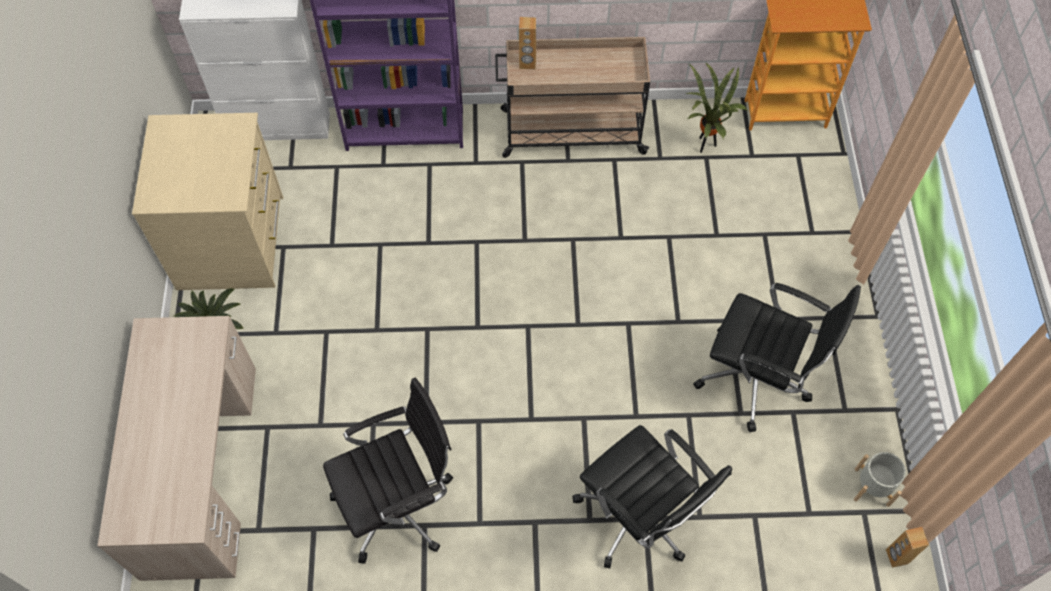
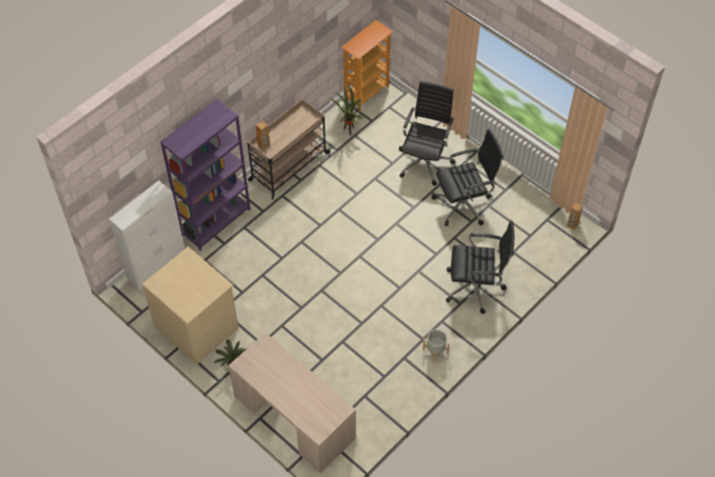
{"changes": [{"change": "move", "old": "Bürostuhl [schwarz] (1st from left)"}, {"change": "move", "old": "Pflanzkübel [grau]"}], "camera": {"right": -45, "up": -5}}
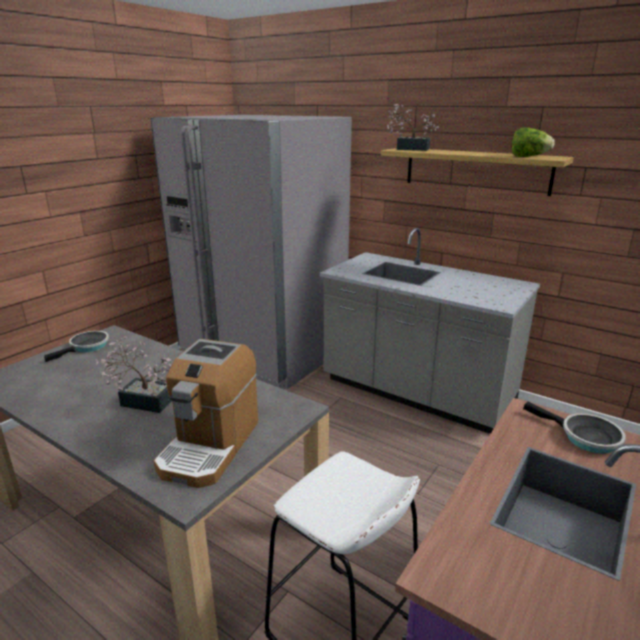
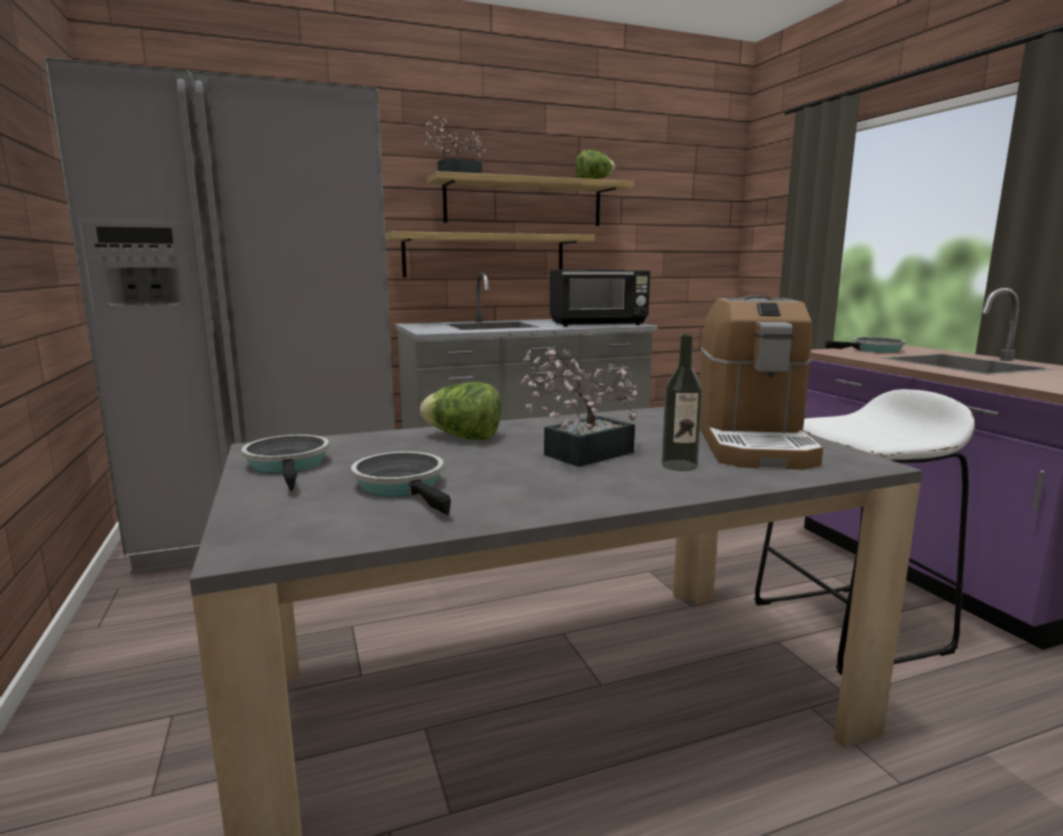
{"changes": [{"change": "rotate", "old": "Kaffeemaschine", "degrees": 45}, {"change": "insert", "new": "Wandregal (1st from left)"}, {"change": "insert", "new": "Mikrowelle [schwarz]"}, {"change": "insert", "new": "Flasche"}, {"change": "insert", "new": "Salatkopf (1st from left)"}, {"change": "insert", "new": "Pfanne (2nd from left)"}], "camera": {"right": -55, "up": -10}}
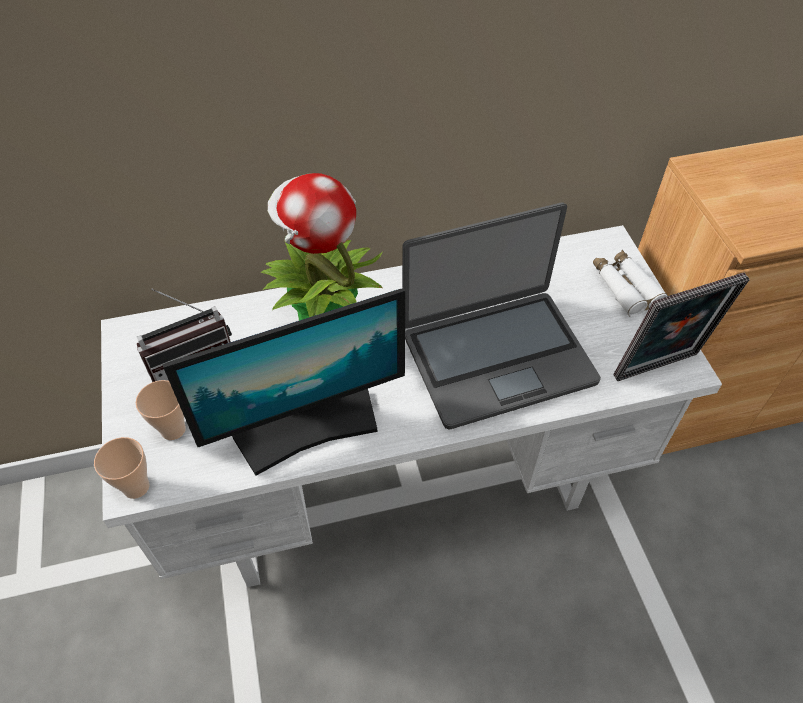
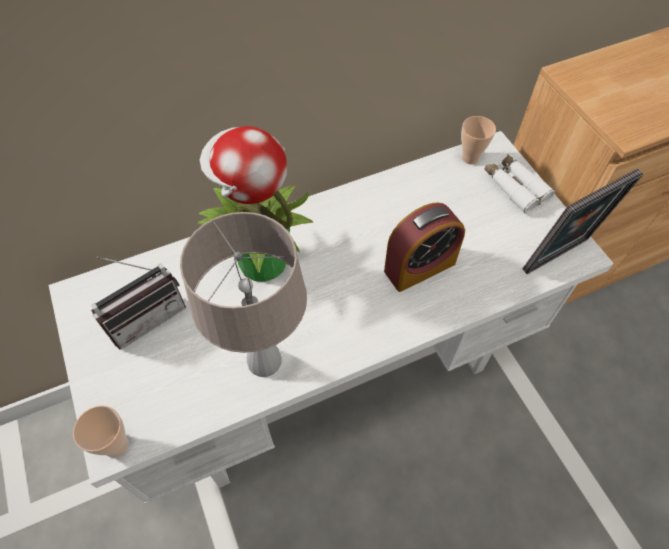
{"changes": [{"change": "replace", "old": "Laptop", "new": "Wecker"}, {"change": "replace", "old": "Monitor", "new": "Tischlampe [beige]"}, {"change": "move", "old": "Tasse (2nd from left)"}], "camera": {"right": -10, "up": 5}}
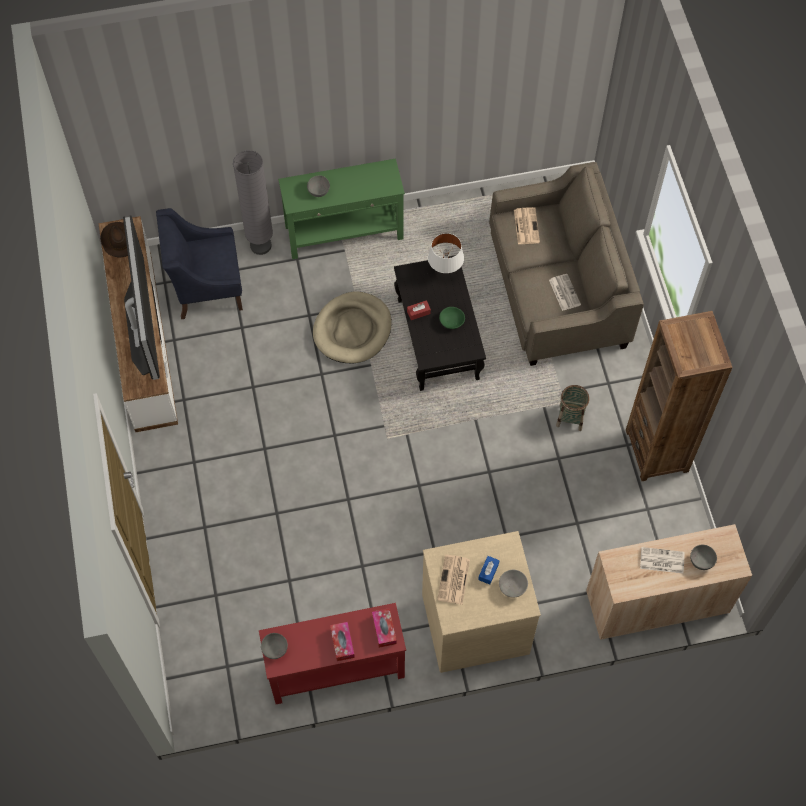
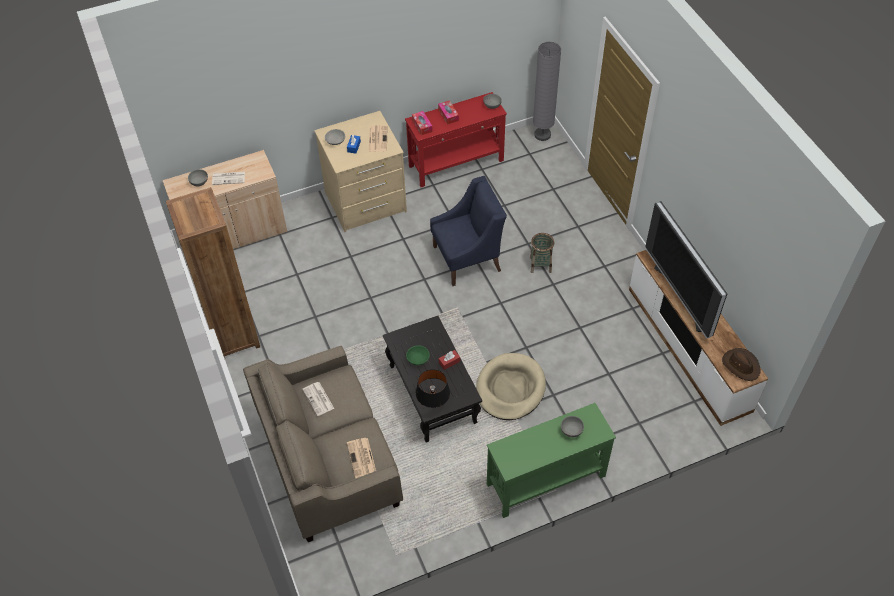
{"changes": [{"change": "move", "old": "Stehlampe [grau]"}, {"change": "move", "old": "Sessel [blau]"}, {"change": "recolor", "old": "Tischlampe [weiß]", "new": "Tischlampe [schwarz]"}, {"change": "move", "old": "Korb"}], "camera": {"right": 170, "up": -10}}
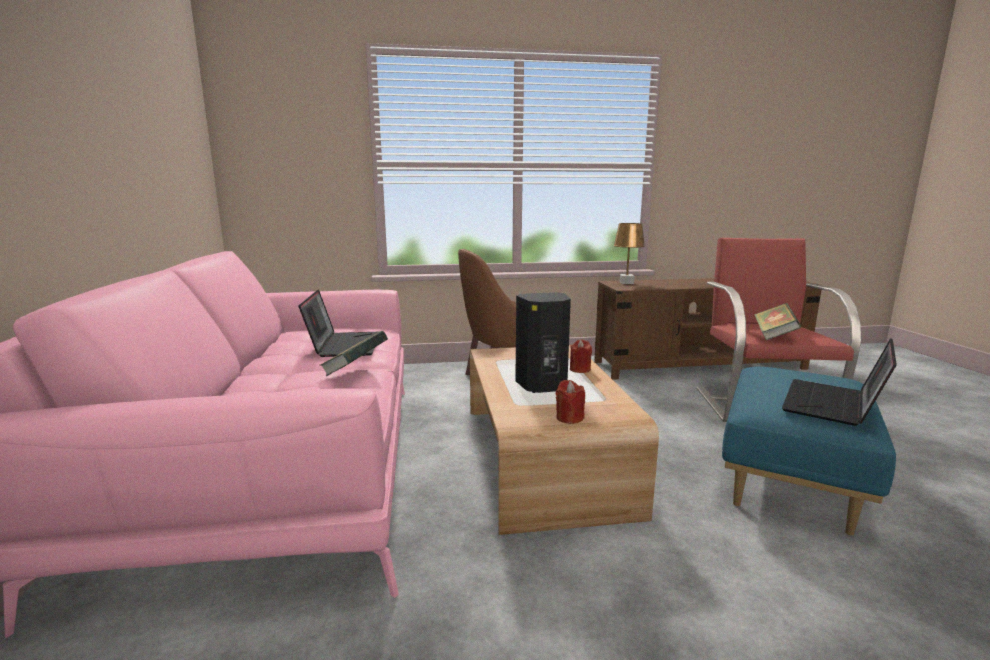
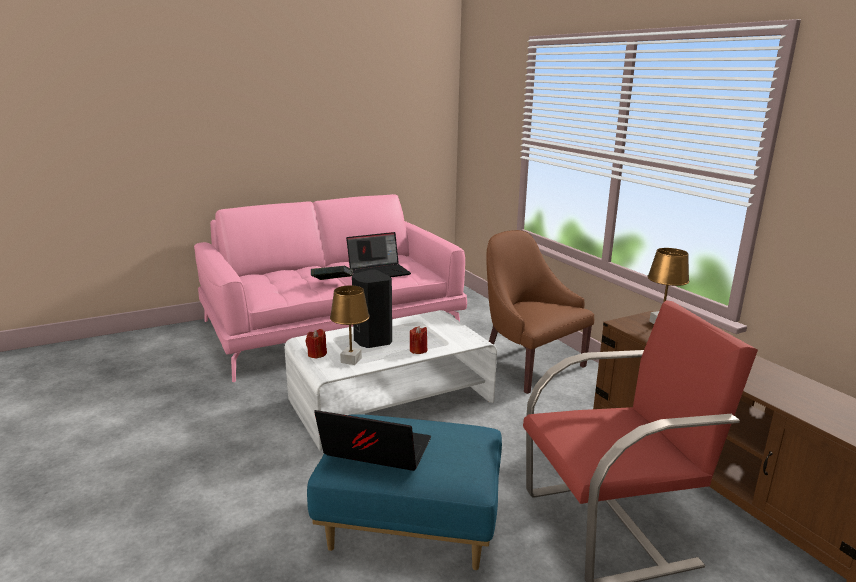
{"changes": [{"change": "delete", "old": "Buch (2nd from left)"}, {"change": "recolor", "old": "Couchtisch [braun]", "new": "Couchtisch [weiß]"}, {"change": "insert", "new": "Tischlampe [braun] (1st from left)"}], "camera": {"right": 70, "up": 5}}
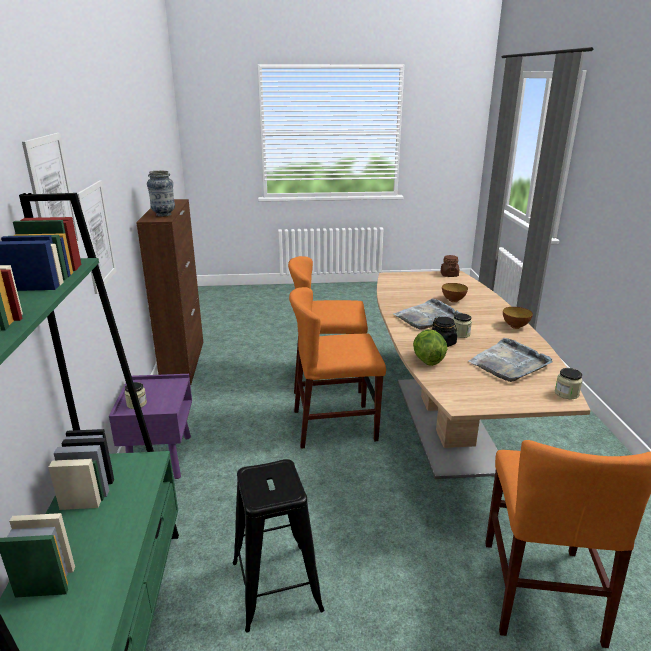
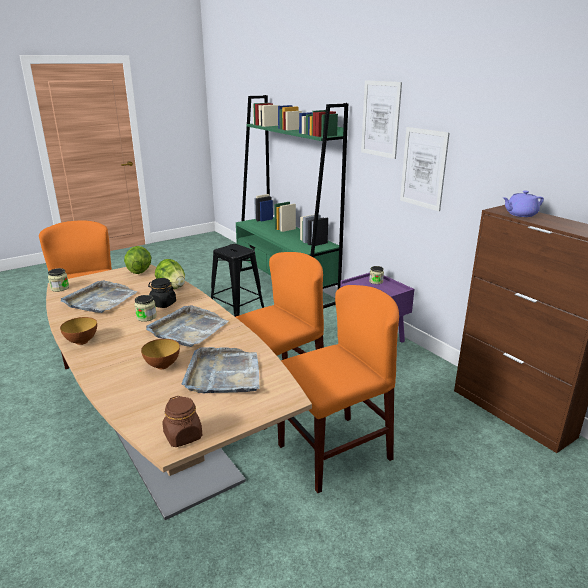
{"changes": [{"change": "replace", "old": "Vase", "new": "Teekanne [lila]"}, {"change": "insert", "new": "Salatkopf (1st from left)"}, {"change": "insert", "new": "Tablett [grau] (3rd from left)"}], "camera": {"right": 150, "up": 0}}
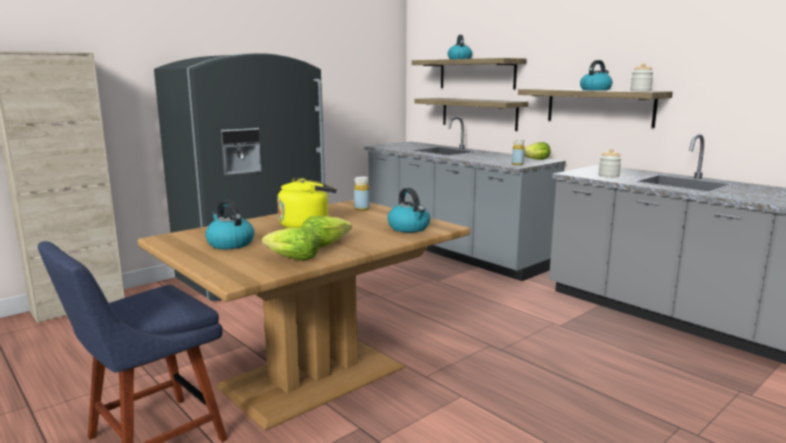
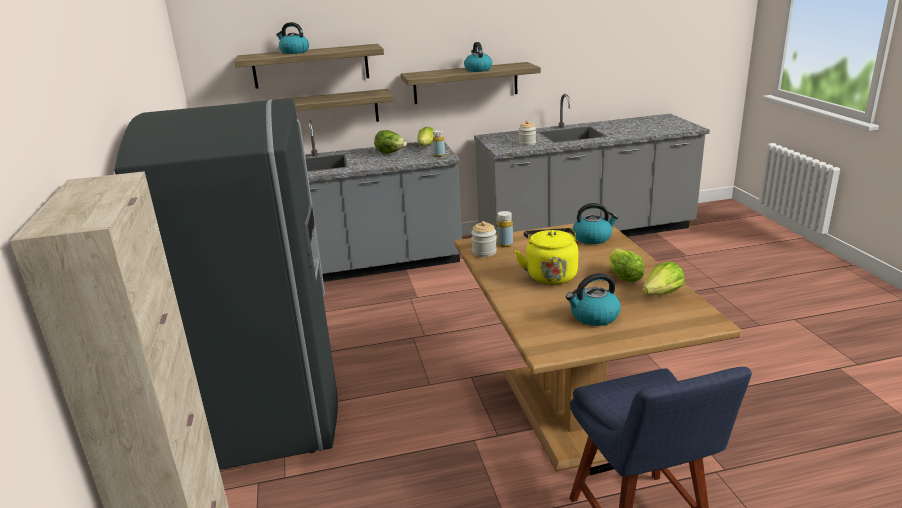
{"changes": [{"change": "move", "old": "Vorratsglas (2nd from left in the first image)", "new": "Vorratsglas (1st from left)"}, {"change": "insert", "new": "Salatkopf (1st from left)"}], "camera": {"right": -60, "up": 10}}
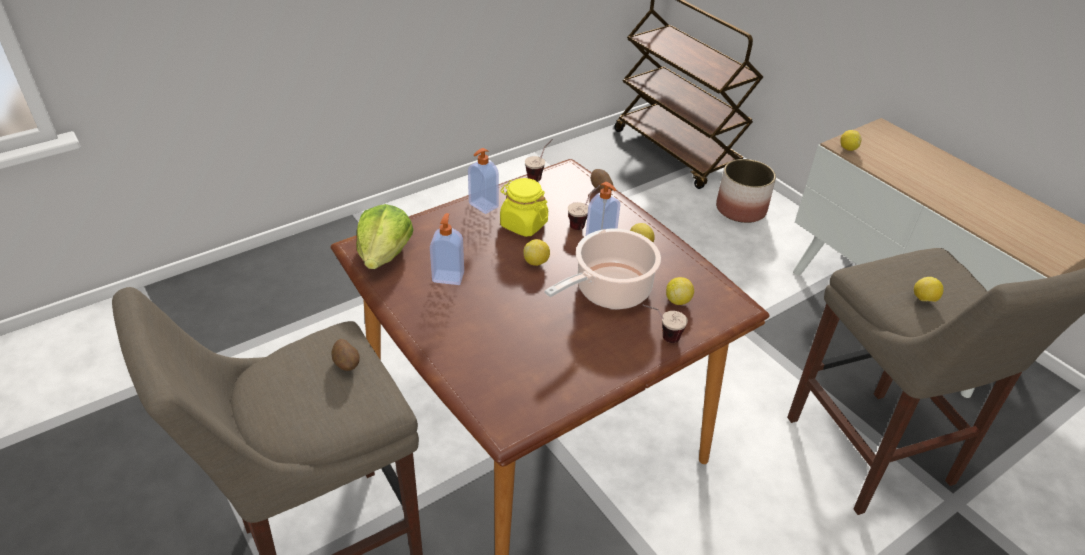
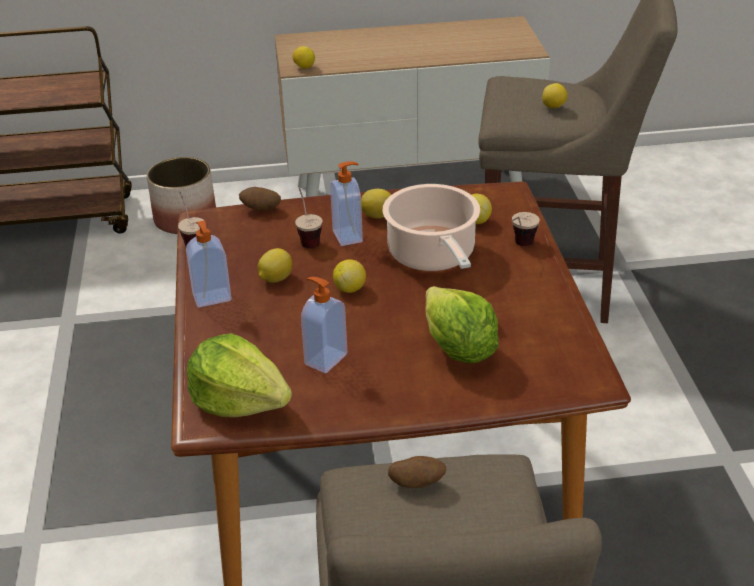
{"changes": [{"change": "replace", "old": "Vorratsglas [gelb]", "new": "Zitrone (1st from left)"}, {"change": "insert", "new": "Salatkopf (2nd from left)"}], "camera": {"right": -60, "up": -5}}
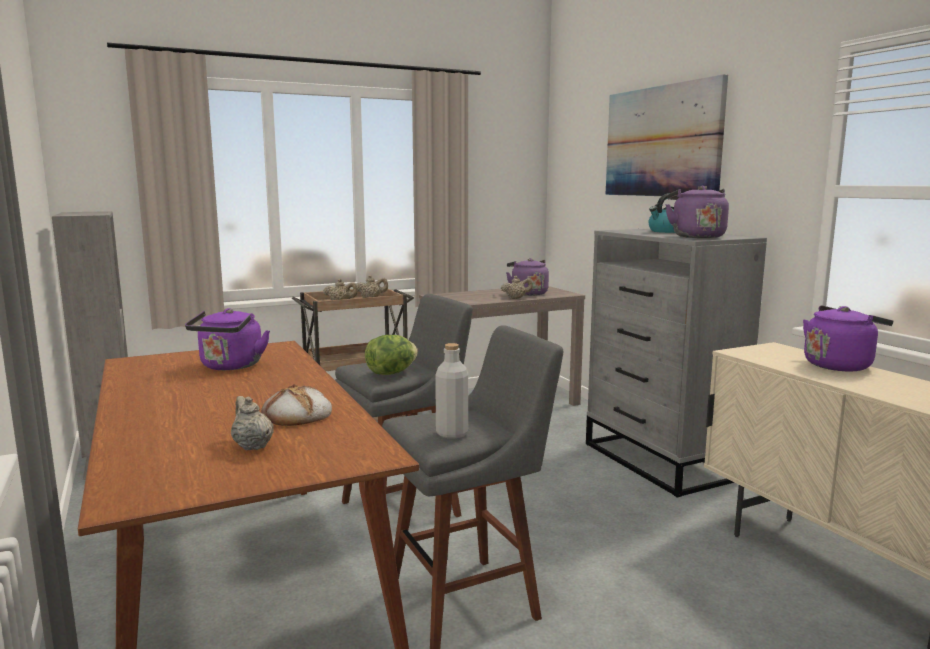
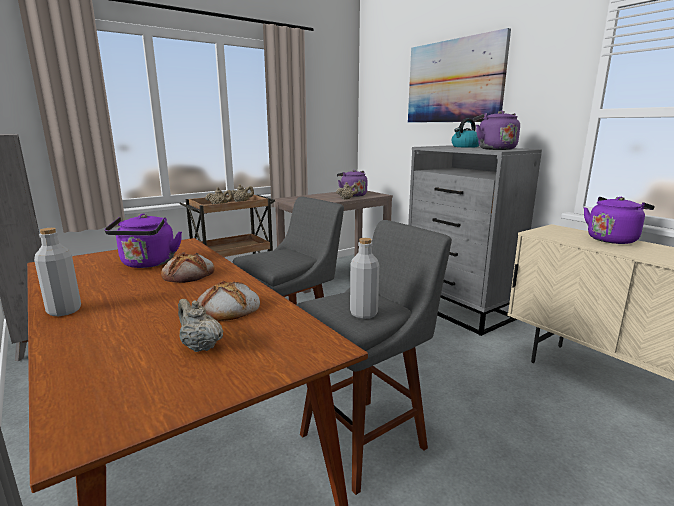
{"changes": [{"change": "delete", "old": "Salatkopf"}, {"change": "insert", "new": "Flasche [grau] (1st from left)"}, {"change": "insert", "new": "Brot (1st from left)"}], "camera": {"right": -10, "up": 5}}
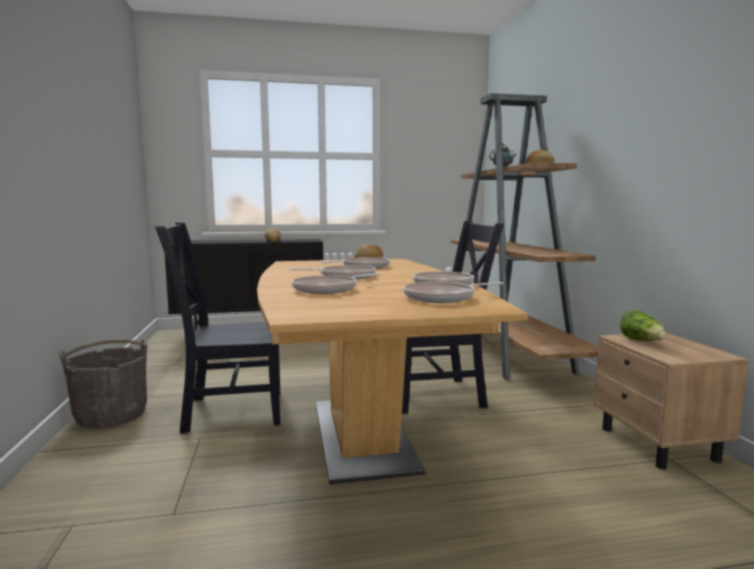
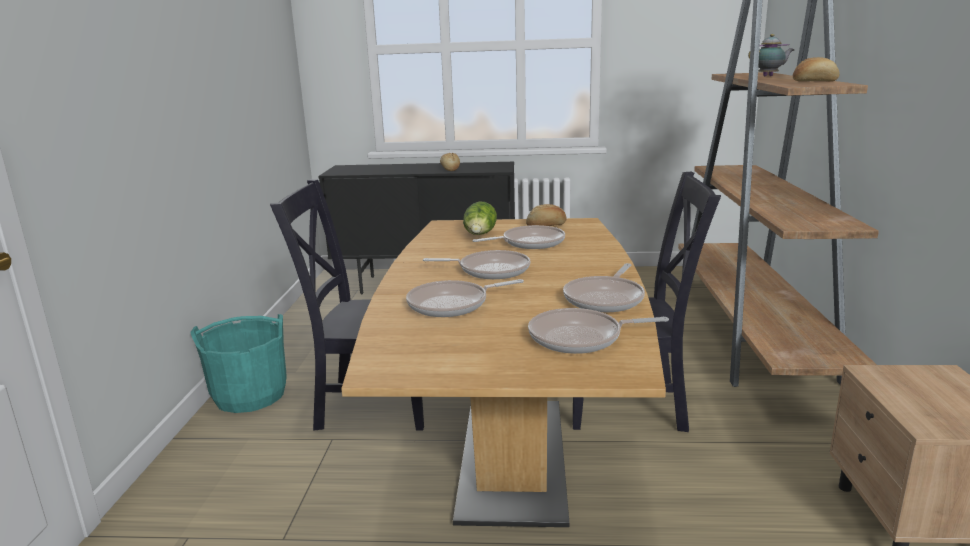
{"changes": [{"change": "move", "old": "Salatkopf"}, {"change": "recolor", "old": "Eimer [grau]", "new": "Eimer [türkis]"}], "camera": {"right": 15, "up": 10}}
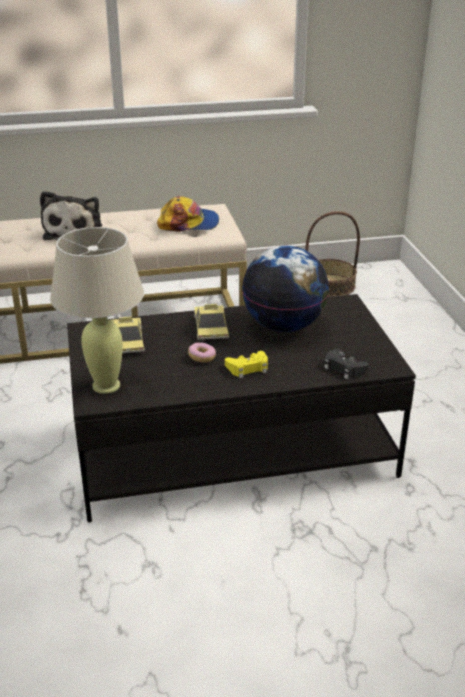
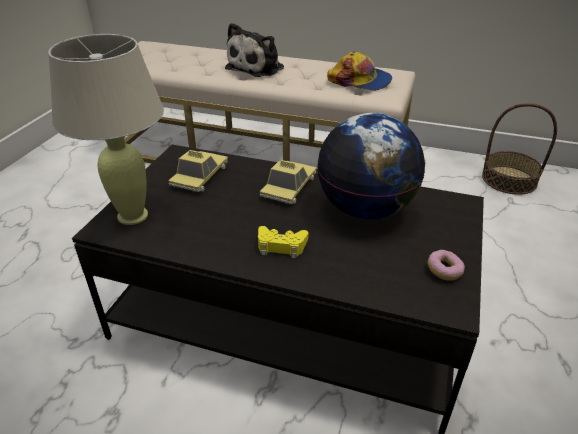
{"changes": [{"change": "move", "old": "Donut"}, {"change": "delete", "old": "Gamepad [schwarz]"}], "camera": {"right": 30, "up": 5}}
